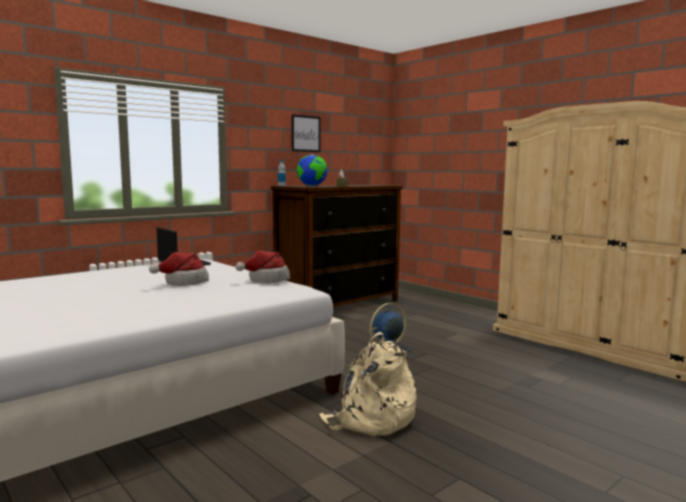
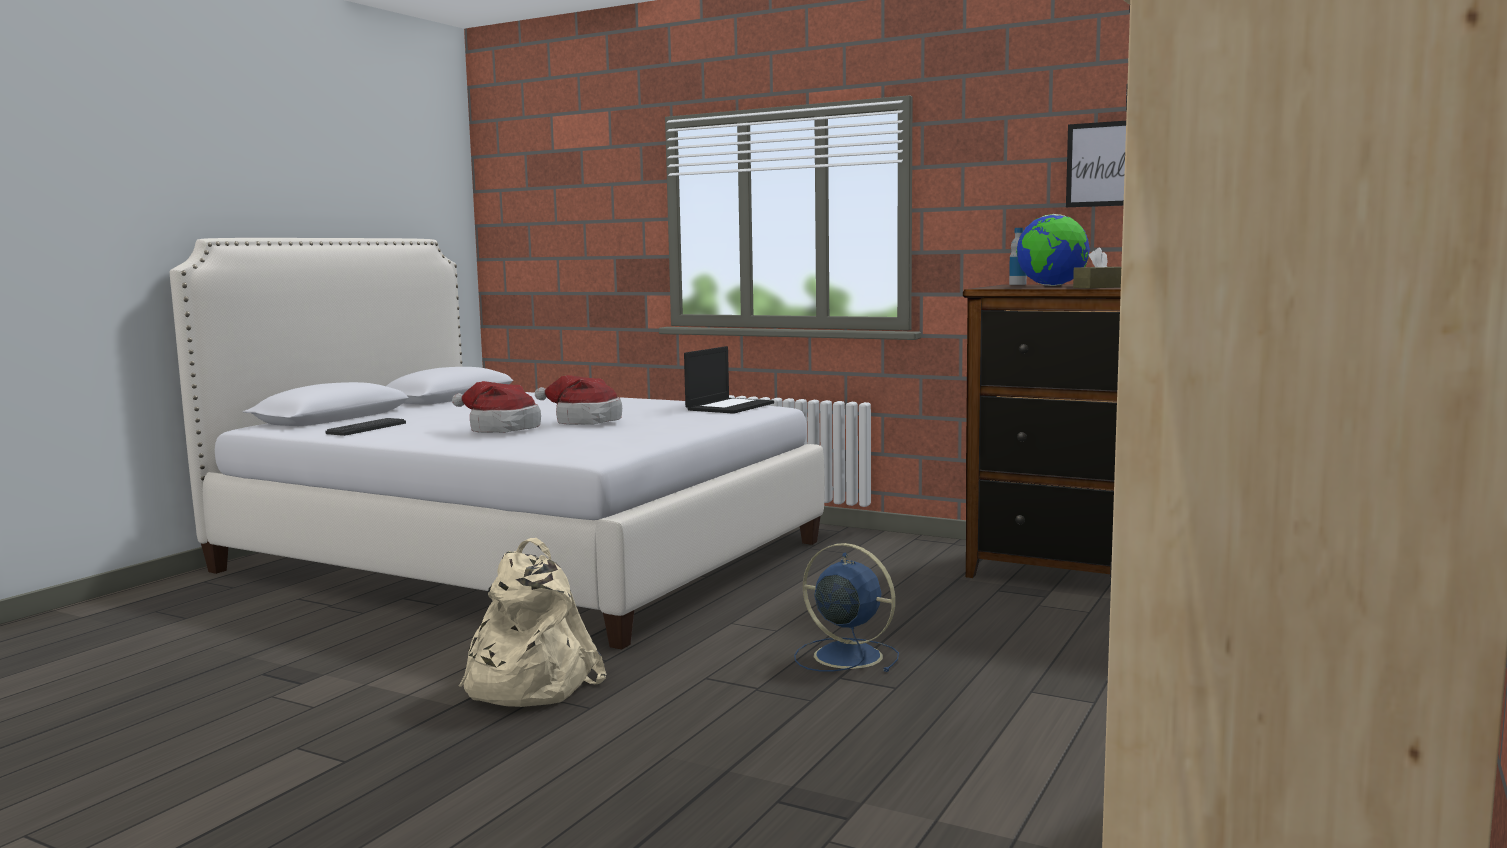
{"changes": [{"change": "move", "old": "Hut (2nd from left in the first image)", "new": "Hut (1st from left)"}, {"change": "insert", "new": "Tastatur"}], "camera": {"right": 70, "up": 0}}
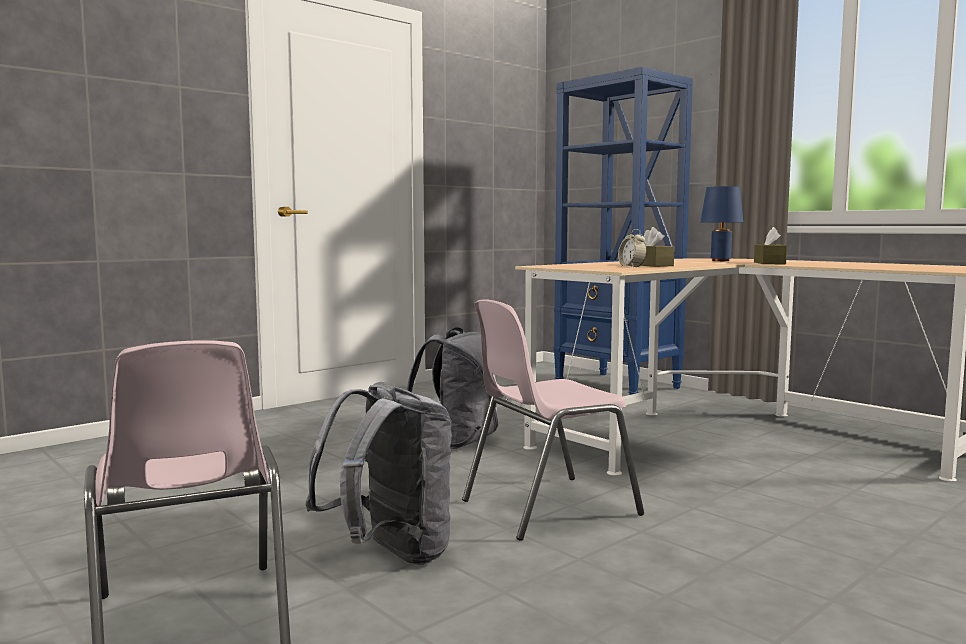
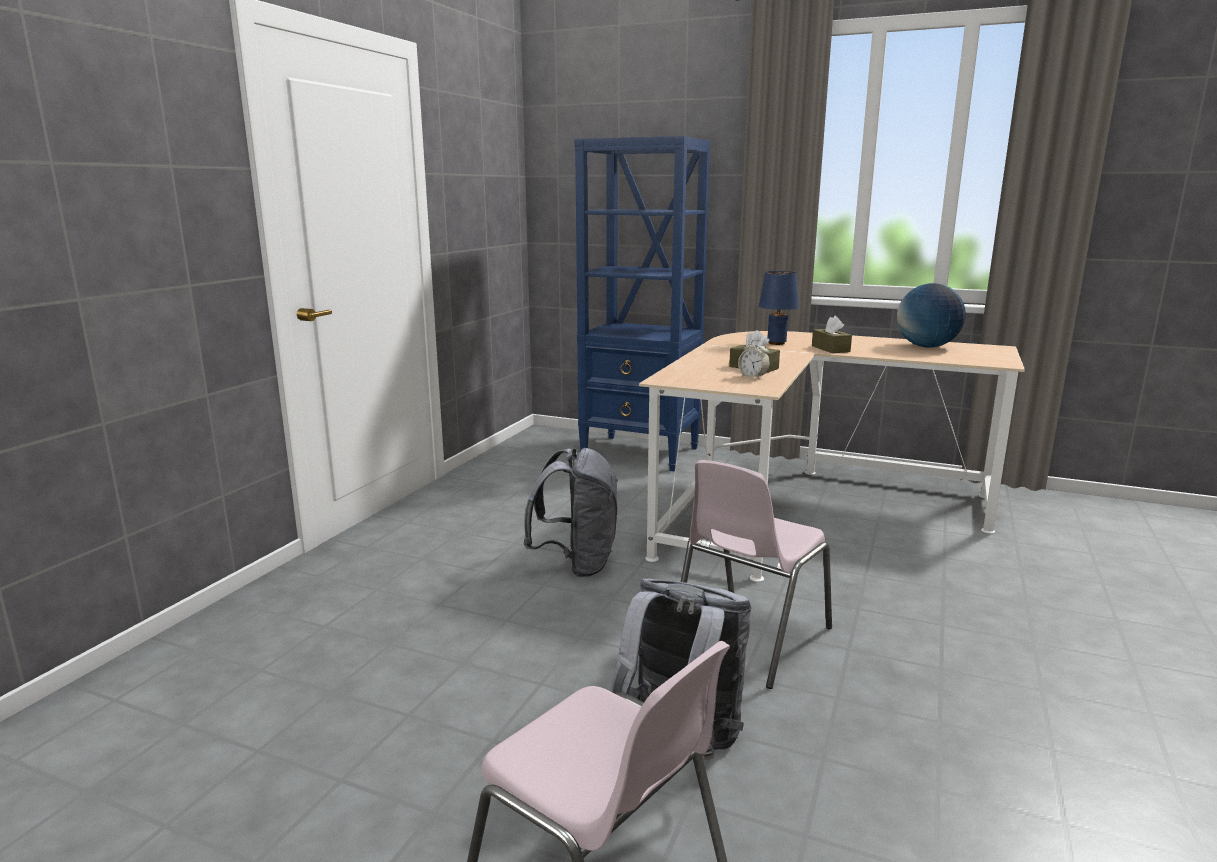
{"changes": [{"change": "insert", "new": "Globus"}], "camera": {"right": -25, "up": 10}}
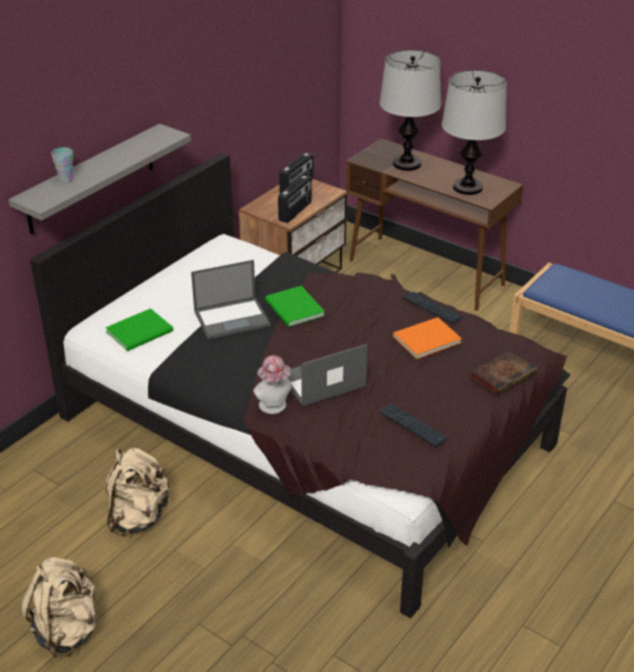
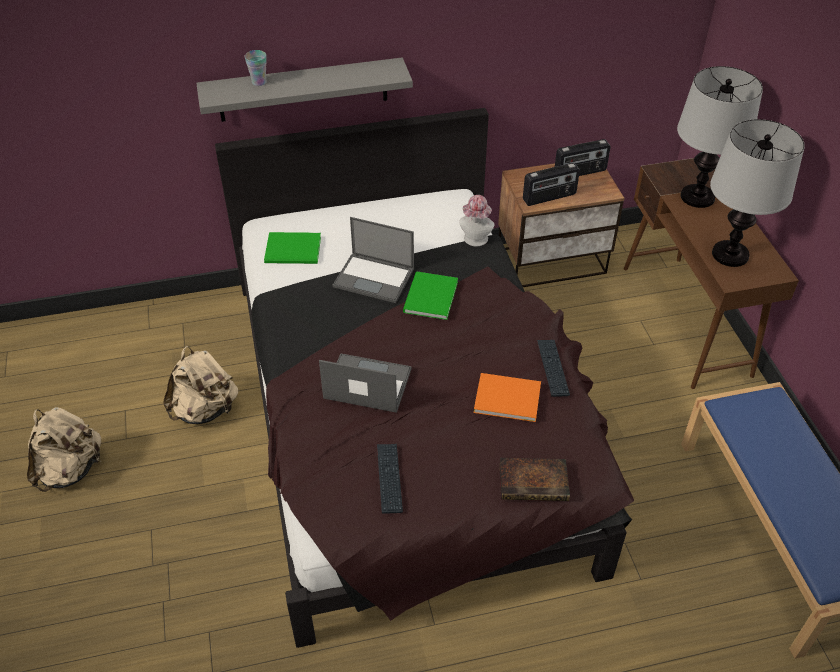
{"changes": [{"change": "move", "old": "Hut"}], "camera": {"right": 40, "up": 10}}
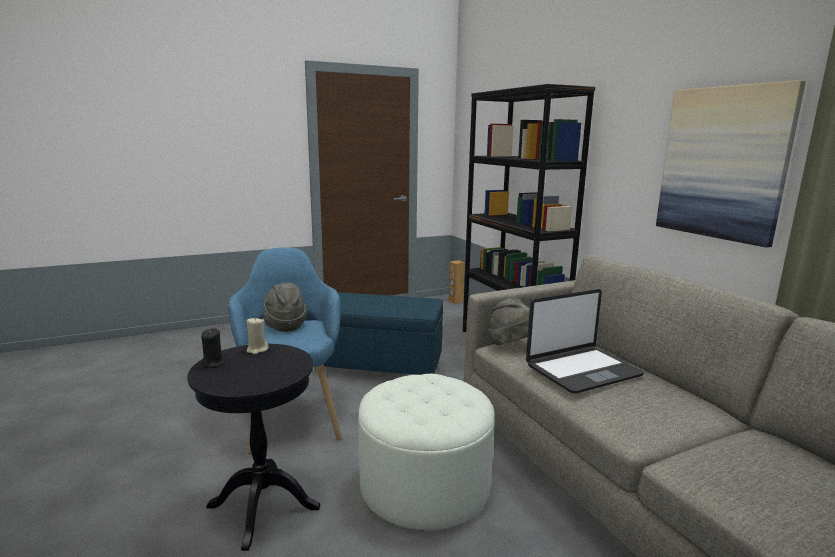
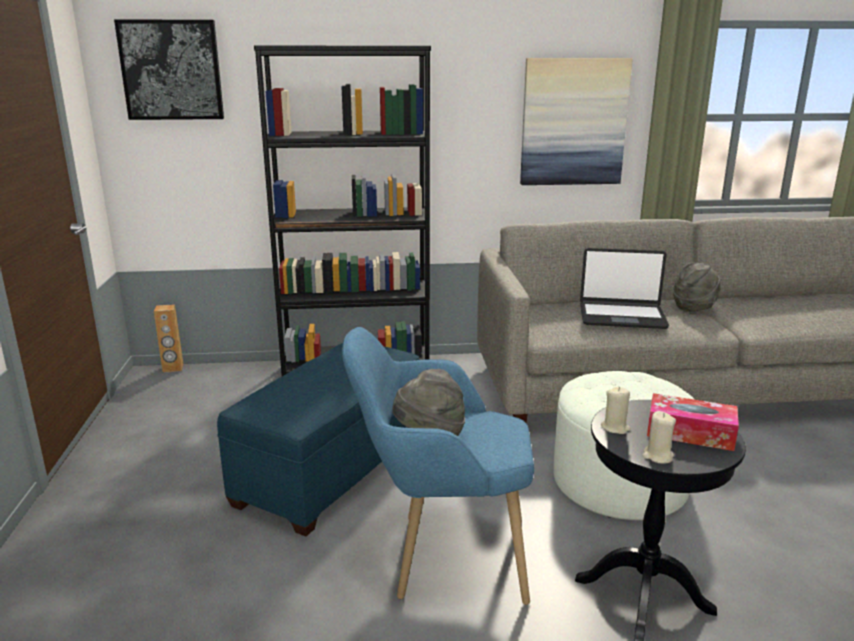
{"changes": [{"change": "rotate", "old": "Laptop", "degrees": 105}, {"change": "move", "old": "Hut [grau] (2nd from left)"}, {"change": "recolor", "old": "Kerze [schwarz]", "new": "Kerze [beige] (2nd from left)"}, {"change": "insert", "new": "Bild (1st from left)"}, {"change": "insert", "new": "Taschentuchbox"}], "camera": {"right": -70, "up": 5}}
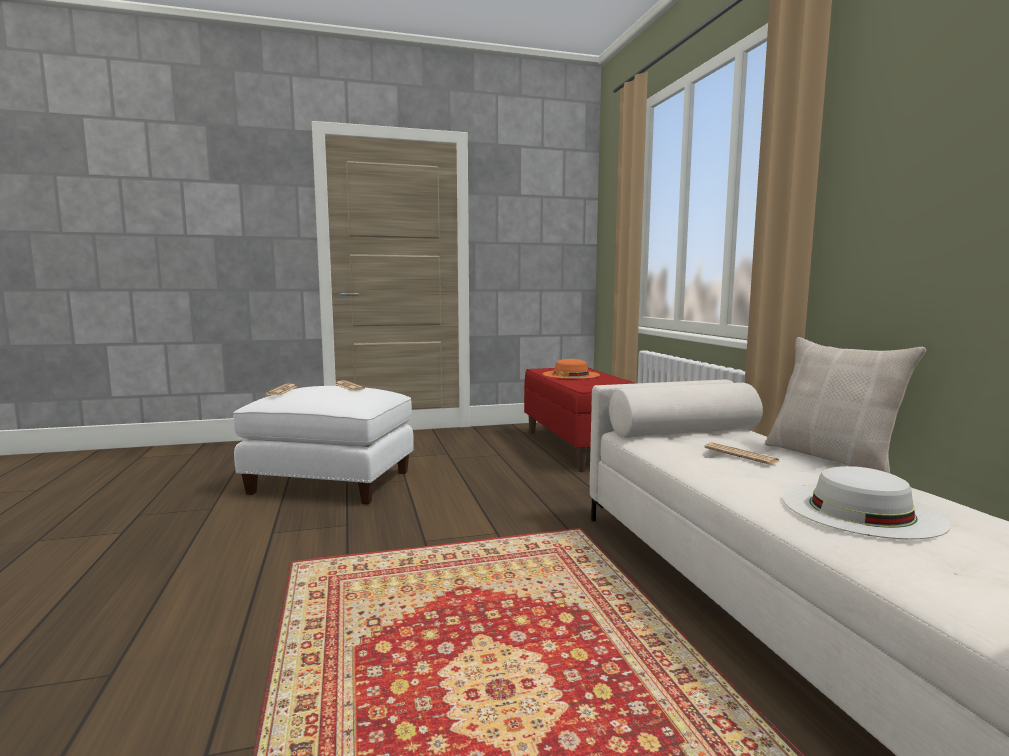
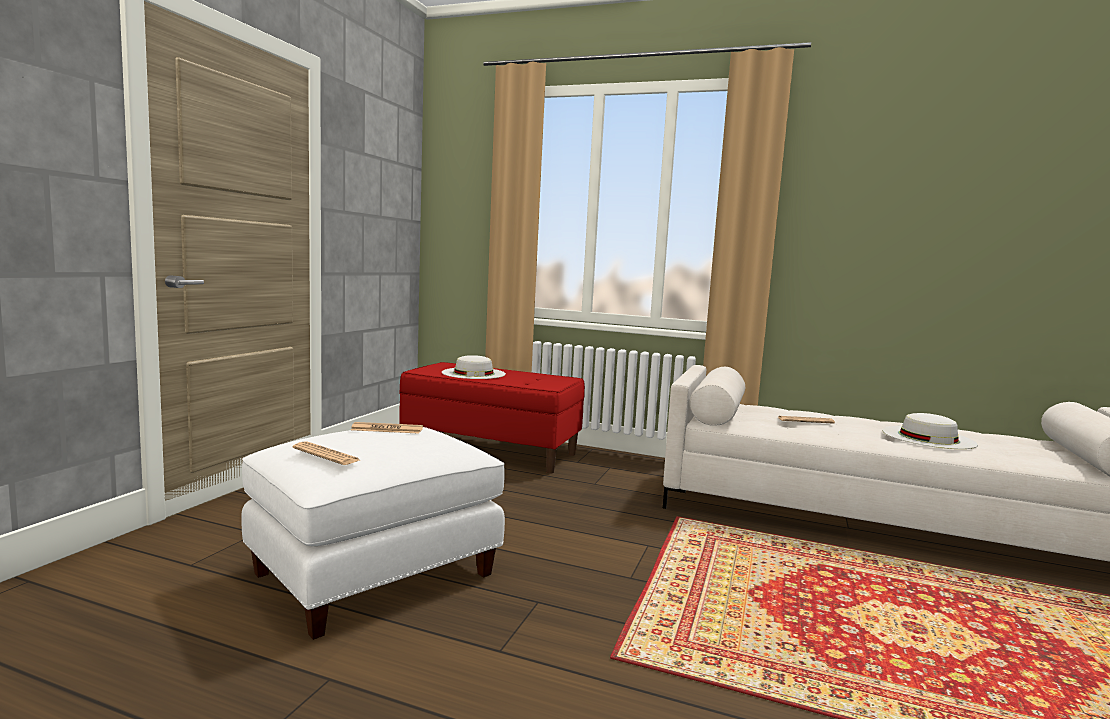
{"changes": [{"change": "delete", "old": "Kissen [beige]"}, {"change": "recolor", "old": "Hut [orange]", "new": "Hut [weiß] (1st from left)"}], "camera": {"right": -55, "up": 0}}
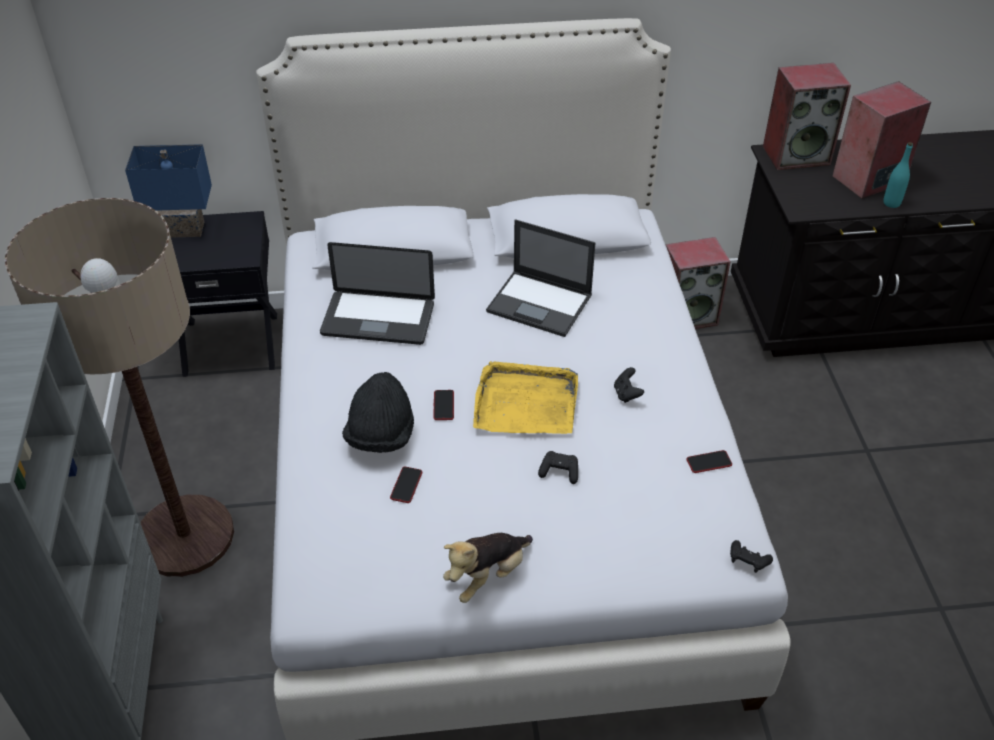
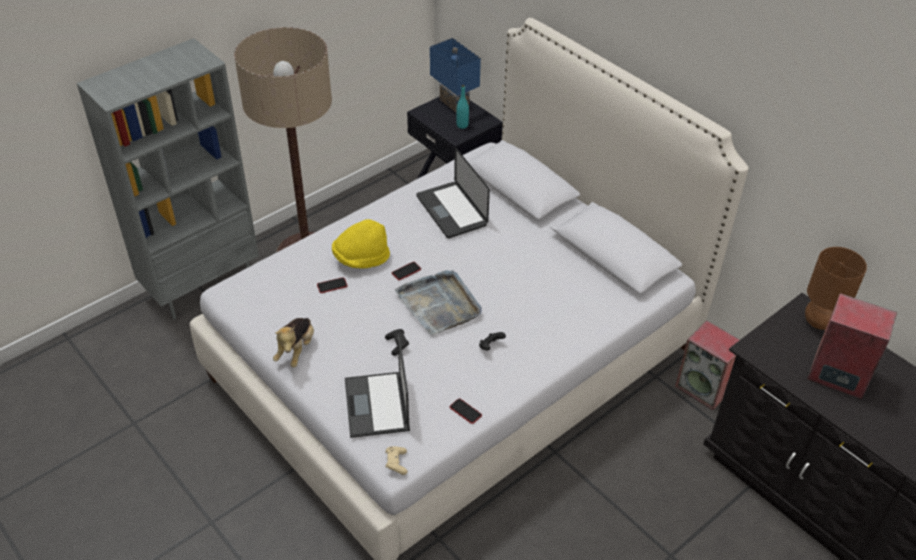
{"changes": [{"change": "replace", "old": "Lautsprecher (2nd from left)", "new": "Tischlampe [braun]"}, {"change": "move", "old": "Flasche [türkis]"}, {"change": "move", "old": "Laptop (2nd from left in the first image)", "new": "Laptop (1st from left)"}, {"change": "recolor", "old": "Tablett [gelb]", "new": "Tablett [grau]"}, {"change": "recolor", "old": "Hut [schwarz]", "new": "Hut [gelb]"}, {"change": "rotate", "old": "Plüschtier", "degrees": -90}, {"change": "recolor", "old": "Gamepad [schwarz] (3rd from left)", "new": "Gamepad [beige]"}], "camera": {"right": 55, "up": 0}}
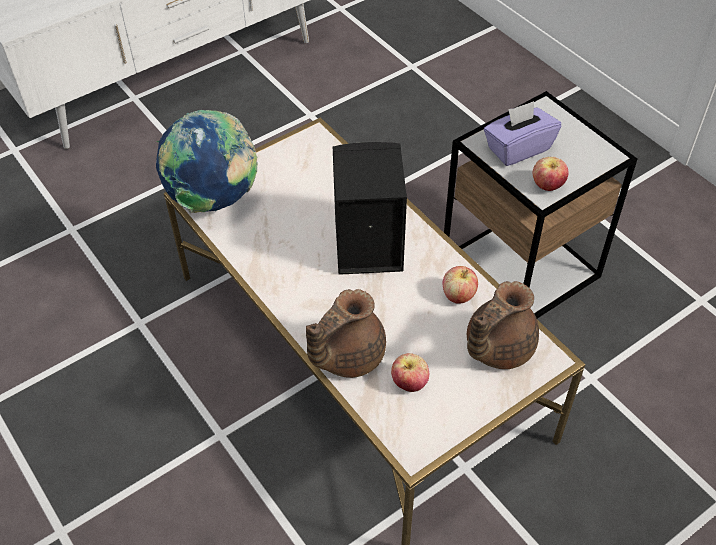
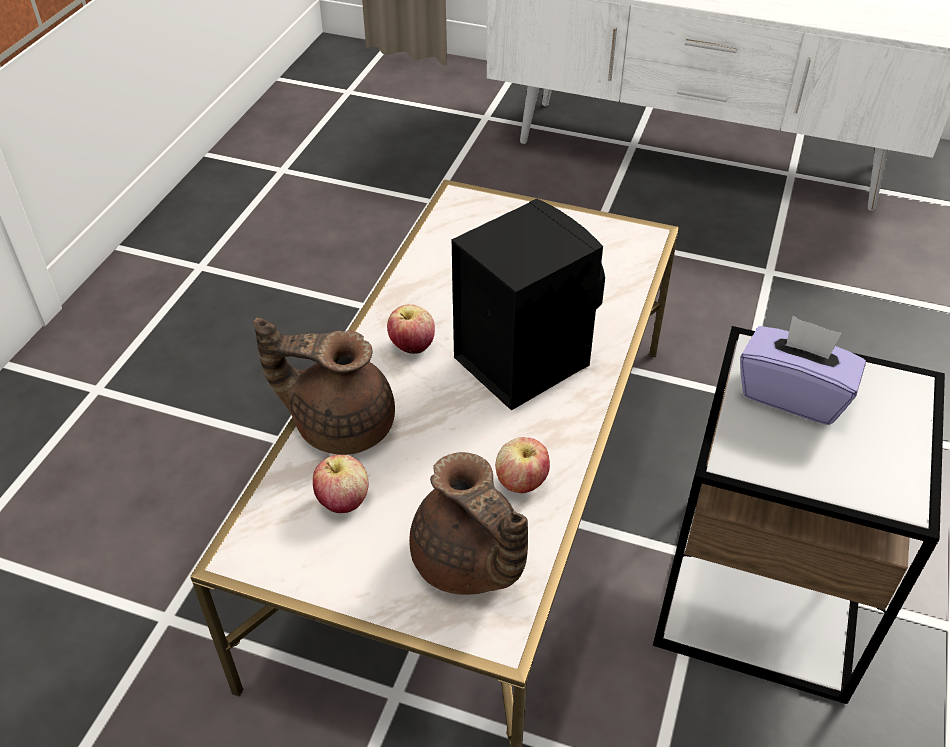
{"changes": [{"change": "delete", "old": "Globus"}, {"change": "move", "old": "Apfel (3rd from left in the first image)", "new": "Apfel (2nd from left)"}, {"change": "rotate", "old": "Teekanne [braun] (2nd from left)", "degrees": -135}], "camera": {"right": 55, "up": -5}}
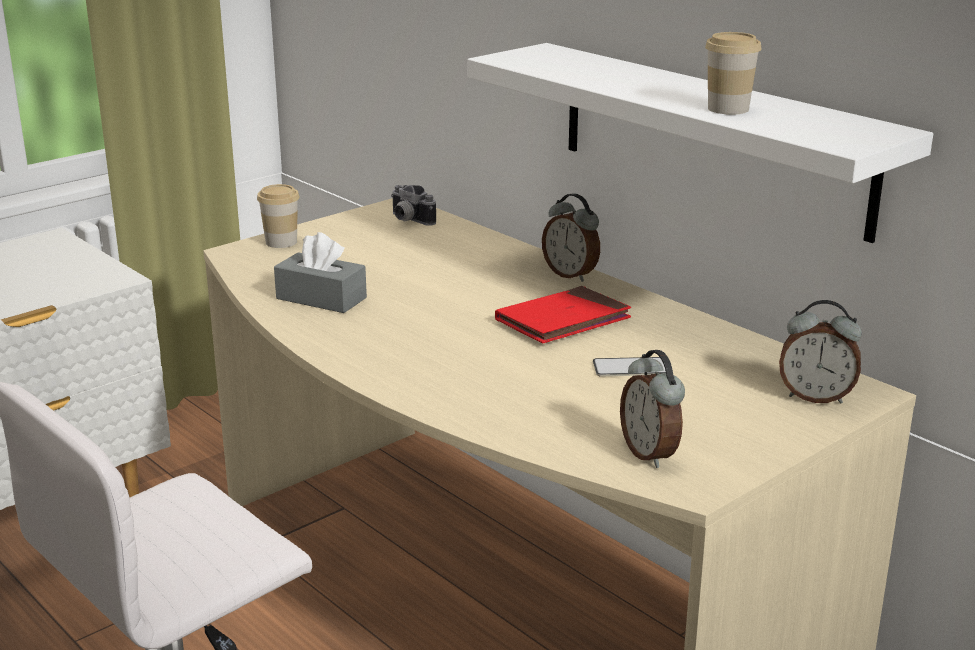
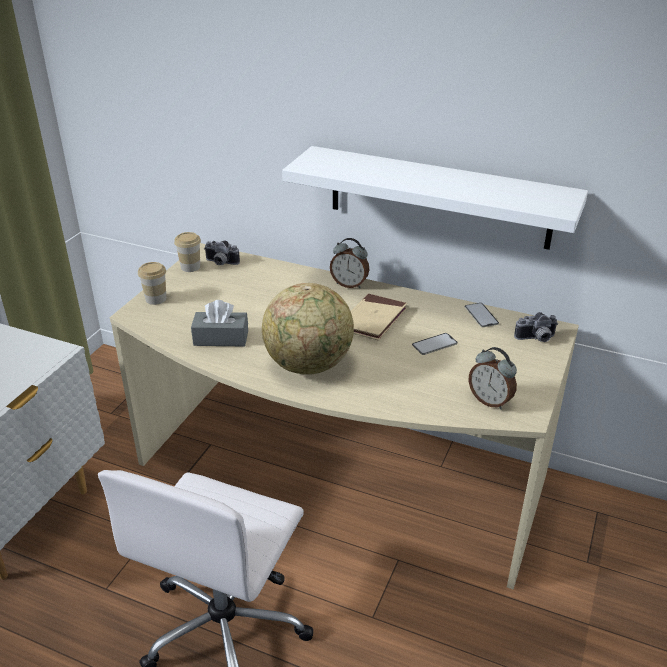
{"changes": [{"change": "move", "old": "Tasse (2nd from left)"}, {"change": "recolor", "old": "Buch [rot]", "new": "Buch [beige]"}, {"change": "replace", "old": "Wecker (3rd from left)", "new": "Kamera (2nd from left)"}, {"change": "insert", "new": "Globus"}, {"change": "insert", "new": "Handy (2nd from left)"}], "camera": {"right": -25, "up": 10}}
